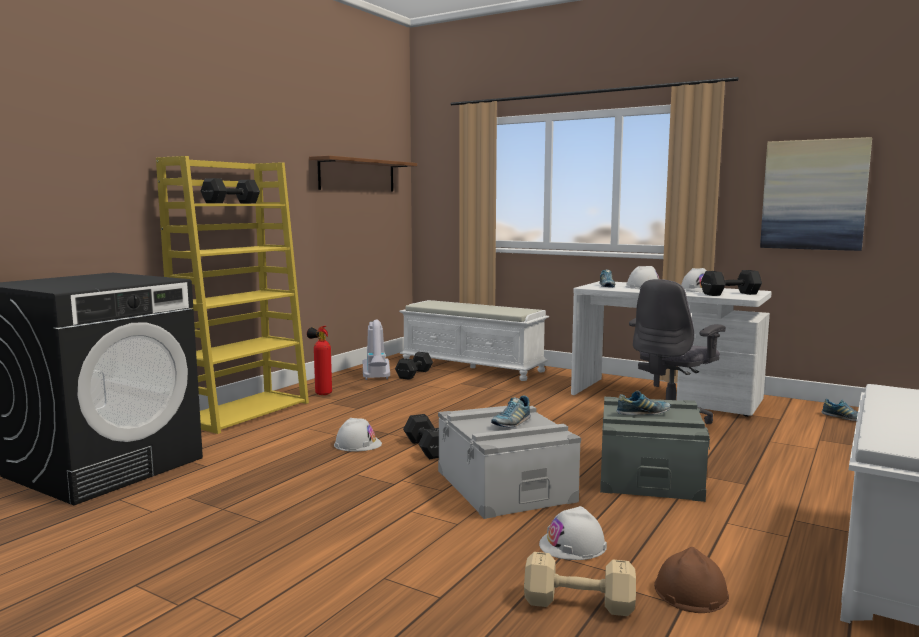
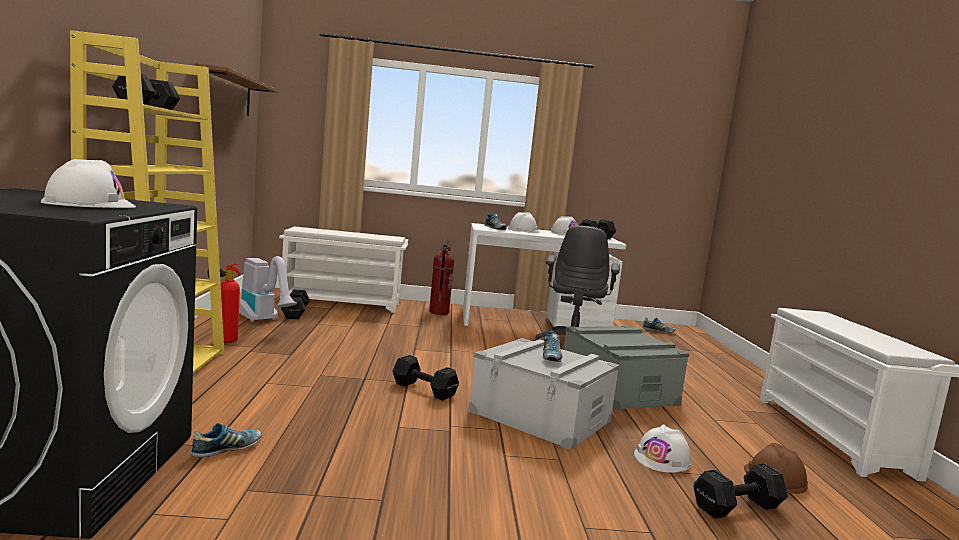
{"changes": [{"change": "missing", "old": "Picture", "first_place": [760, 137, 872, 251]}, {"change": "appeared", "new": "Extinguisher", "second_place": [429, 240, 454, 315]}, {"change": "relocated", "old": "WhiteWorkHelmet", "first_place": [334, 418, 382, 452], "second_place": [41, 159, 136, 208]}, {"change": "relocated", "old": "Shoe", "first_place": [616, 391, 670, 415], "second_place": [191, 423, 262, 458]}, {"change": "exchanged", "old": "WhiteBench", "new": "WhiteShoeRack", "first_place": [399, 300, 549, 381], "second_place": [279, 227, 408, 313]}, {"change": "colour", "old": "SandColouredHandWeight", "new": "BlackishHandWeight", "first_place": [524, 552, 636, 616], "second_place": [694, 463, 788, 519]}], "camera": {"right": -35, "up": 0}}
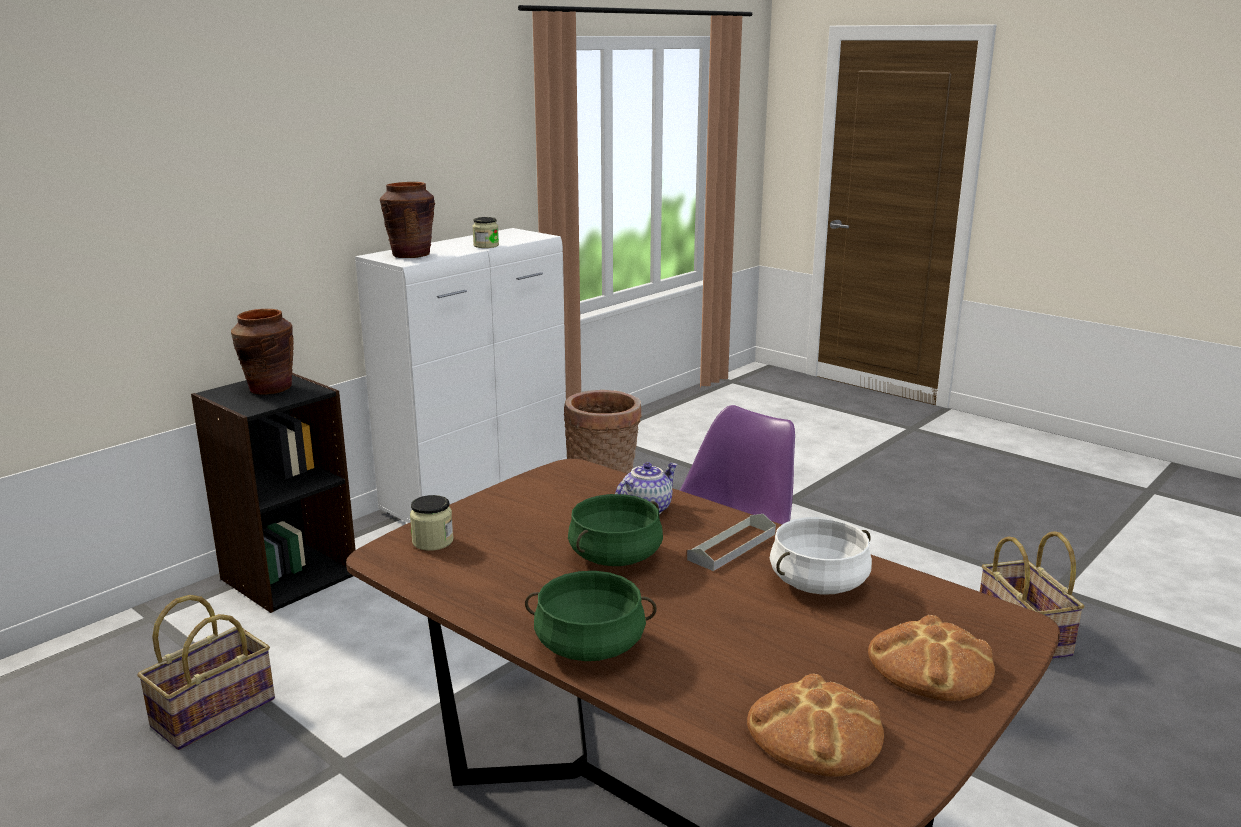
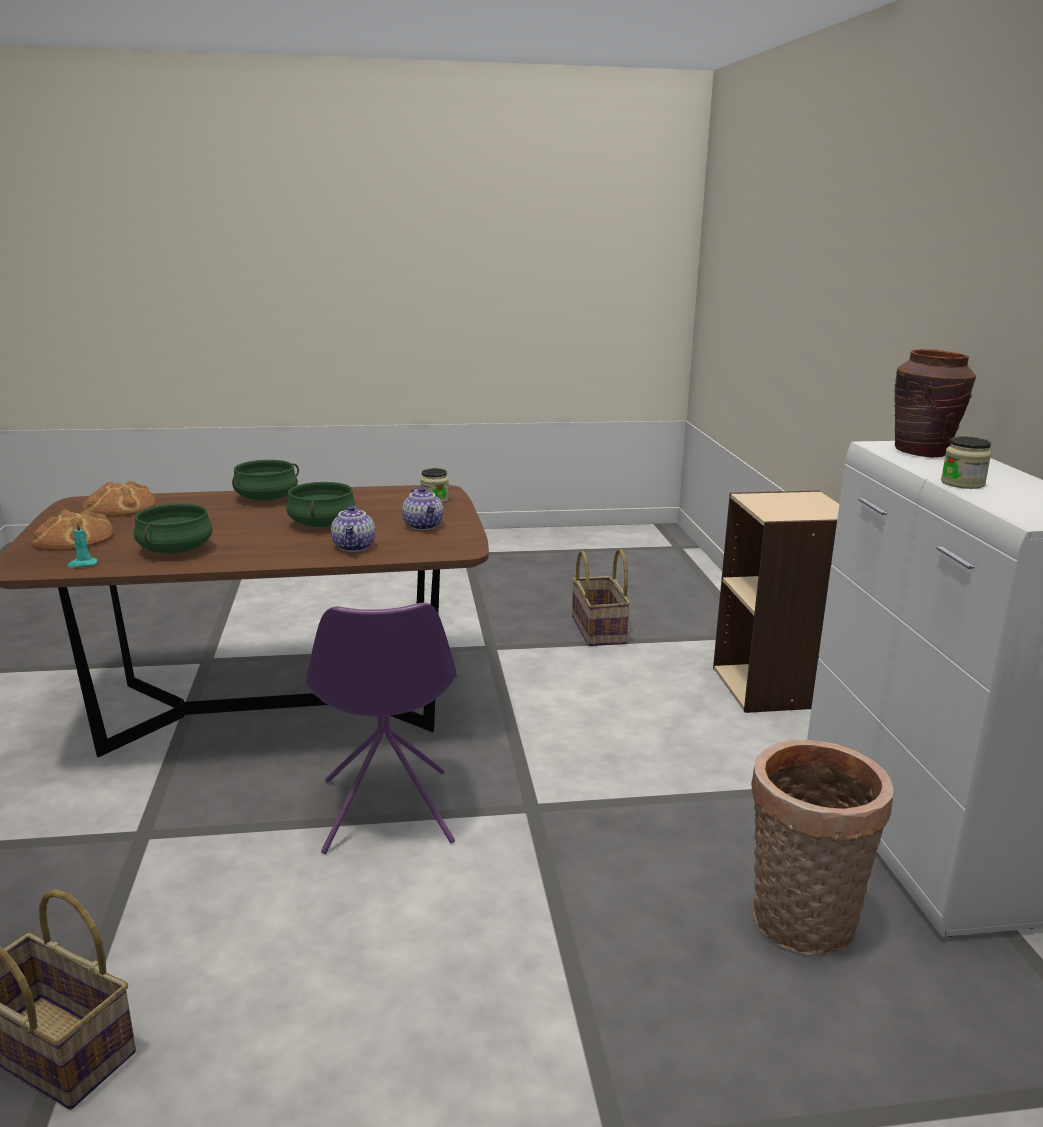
{"changes": [{"change": "missing", "old": "BrownishDecorativeVase", "first_place": [231, 309, 294, 395]}, {"change": "missing", "old": "GreyishTray", "first_place": [687, 514, 776, 571]}, {"change": "appeared", "new": "BlueGreenWaxLight", "second_place": [67, 521, 97, 568]}, {"change": "appeared", "new": "TeaPot", "second_place": [402, 487, 443, 530]}, {"change": "colour", "old": "BlackishShelvingUnit", "new": "SandColouredShelvingUnit", "first_place": [191, 373, 356, 613], "second_place": [713, 490, 839, 713]}, {"change": "colour", "old": "WhiteStockpot", "new": "GreenishStockpot", "first_place": [770, 517, 872, 595], "second_place": [134, 503, 212, 554]}], "camera": {"right": 130, "up": 0}}
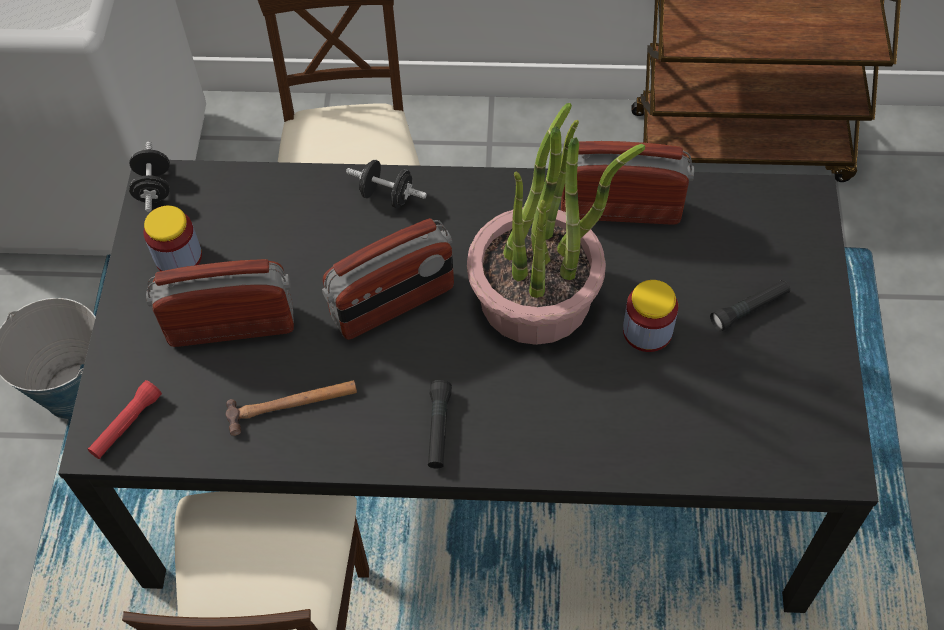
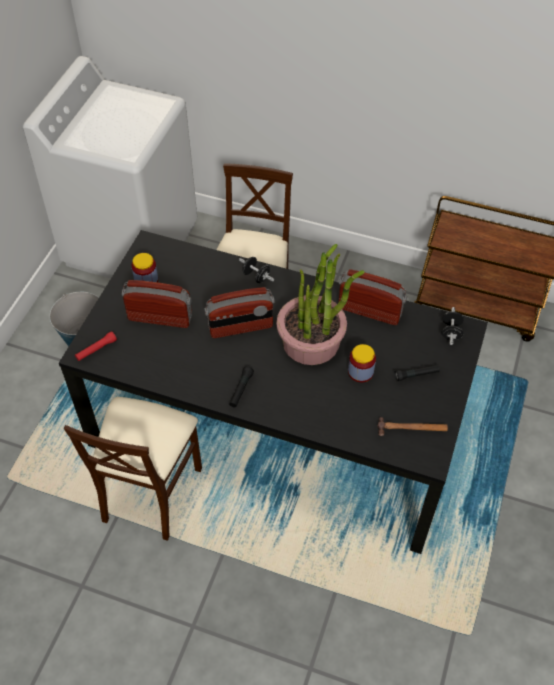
{"changes": [{"change": "relocated", "old": "BlackishHandWeight", "first_place": [129, 142, 170, 212], "second_place": [441, 307, 464, 345]}, {"change": "relocated", "old": "ToolHammer", "first_place": [226, 380, 357, 436], "second_place": [378, 417, 448, 436]}], "camera": {"right": 15, "up": -5}}
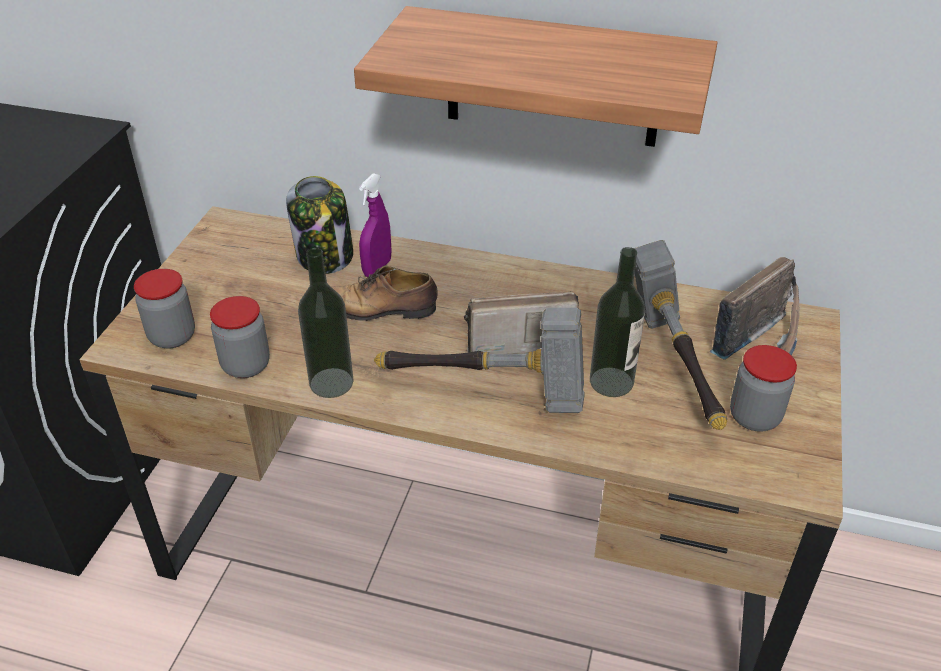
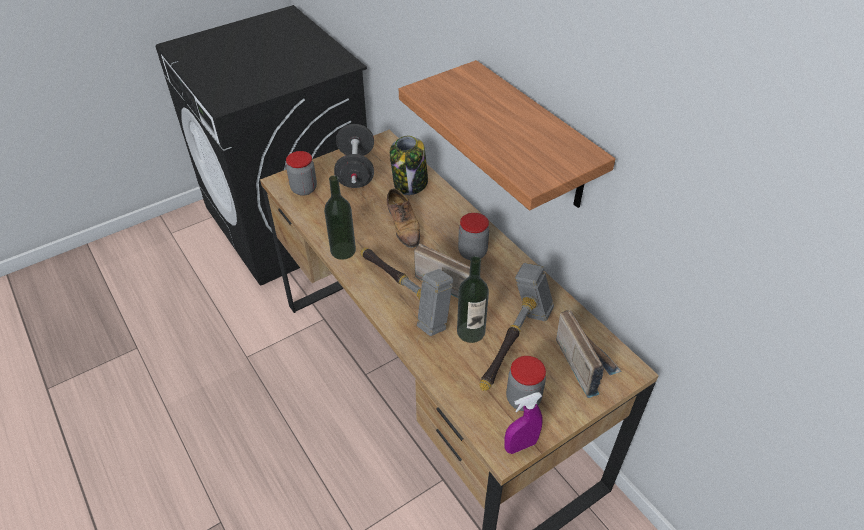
{"changes": [{"change": "appeared", "new": "BlackishHandWeight", "second_place": [334, 124, 374, 188]}, {"change": "relocated", "old": "Jar", "first_place": [210, 296, 270, 378], "second_place": [458, 213, 489, 260]}, {"change": "relocated", "old": "PurpleColouredSprayer", "first_place": [359, 173, 392, 277], "second_place": [504, 392, 543, 454]}, {"change": "spun", "old": "Shoe", "first_place": [332, 265, 438, 321], "second_place": [387, 188, 420, 248], "degrees": -150}, {"change": "spun", "old": "RadioReceiver", "first_place": [710, 257, 799, 360], "second_place": [556, 309, 621, 398], "degrees": -105}], "camera": {"right": 40, "up": 5}}
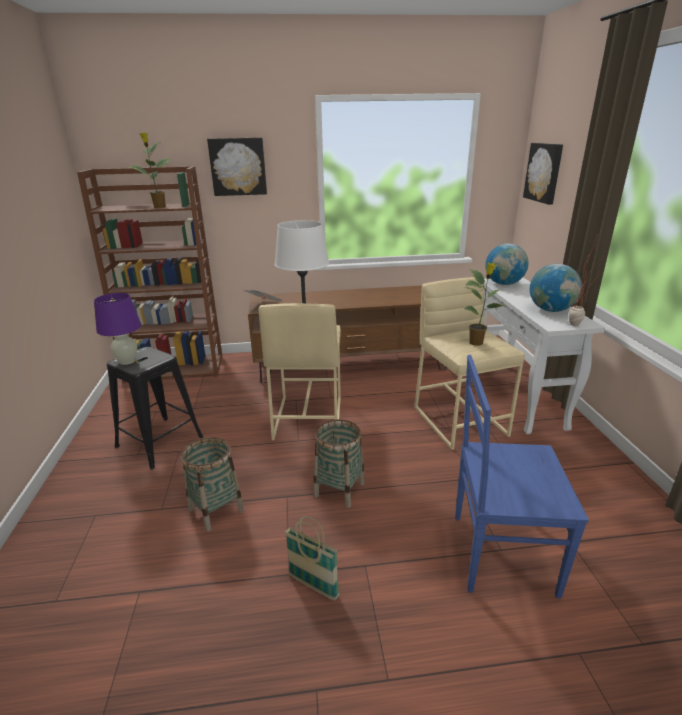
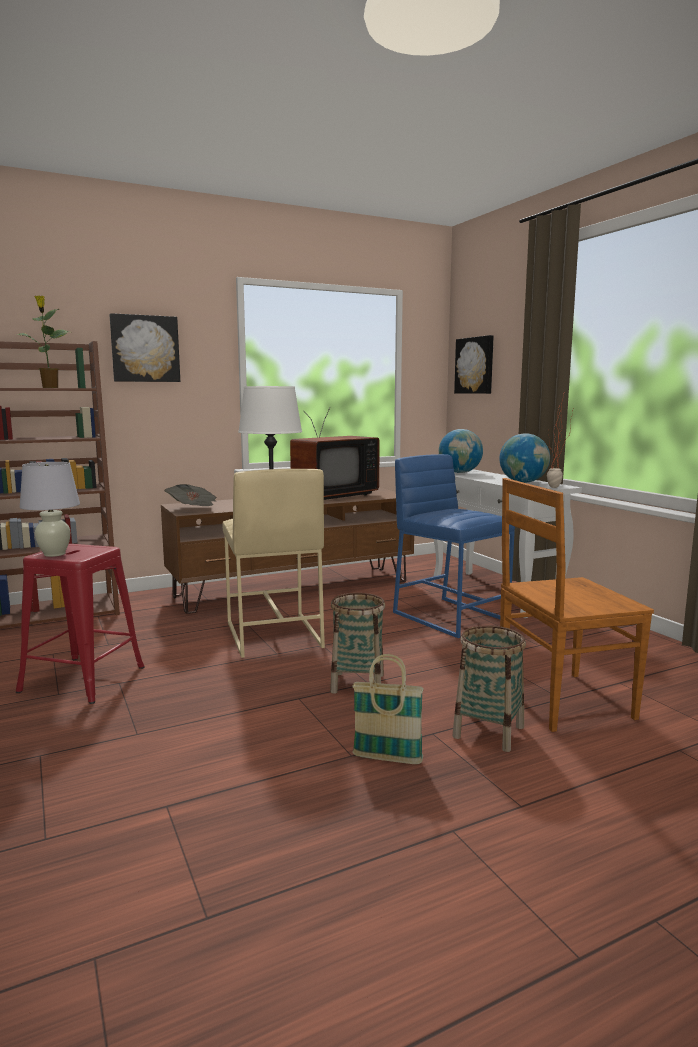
{"changes": [{"change": "missing", "old": "Houseplant", "first_place": [463, 263, 506, 346]}, {"change": "appeared", "new": "Television", "second_place": [290, 408, 380, 500]}, {"change": "relocated", "old": "Basket", "first_place": [181, 437, 244, 532], "second_place": [452, 625, 526, 752]}, {"change": "colour", "old": "PurpleColouredTabletopLamp", "new": "WhiteTabletopLamp", "first_place": [94, 293, 141, 365], "second_place": [20, 462, 80, 557]}, {"change": "colour", "old": "BlackishStool", "new": "RedColouredStool", "first_place": [107, 347, 204, 470], "second_place": [16, 544, 145, 704]}, {"change": "colour", "old": "SandColouredStool", "new": "BlueColouredStool", "first_place": [414, 277, 525, 450], "second_place": [393, 454, 515, 638]}, {"change": "colour", "old": "BlueColouredPlainChair", "new": "BrownishPlainChair", "first_place": [455, 355, 589, 599], "second_place": [500, 478, 654, 732]}], "camera": {"right": -20, "up": -15}}
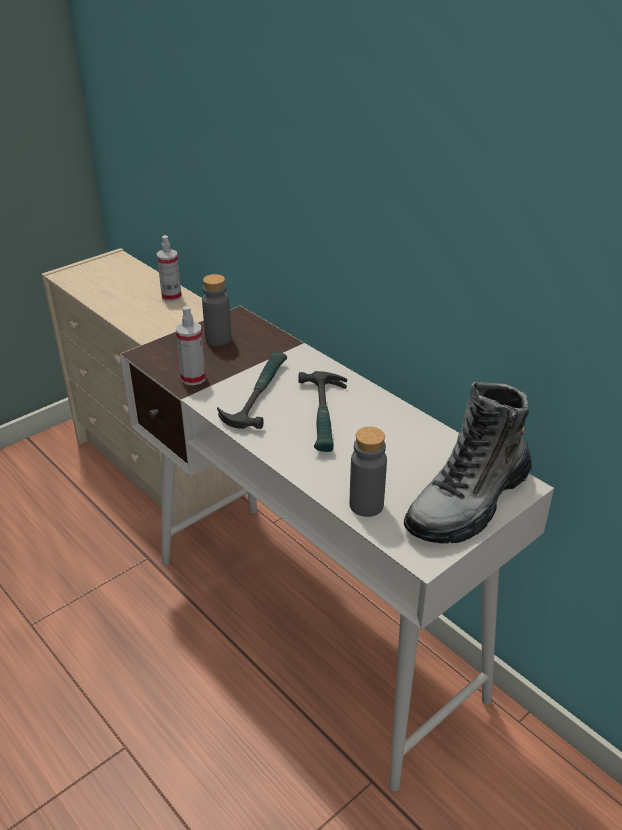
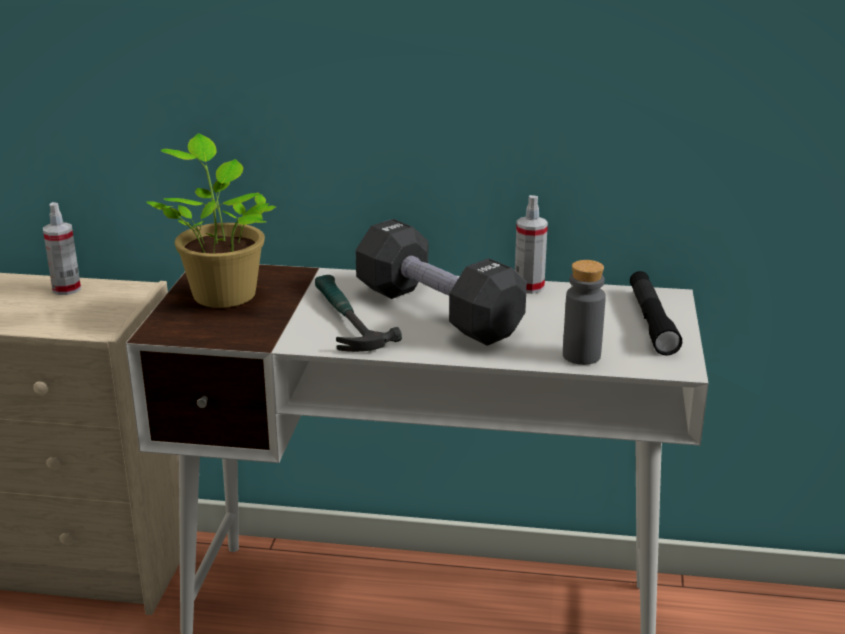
{"changes": [{"change": "relocated", "old": "Sprayer", "first_place": [176, 306, 206, 386], "second_place": [515, 195, 548, 294]}, {"change": "exchanged", "old": "GreyishDrinkBottle", "new": "Houseplant", "first_place": [202, 274, 231, 346], "second_place": [146, 134, 276, 308]}, {"change": "exchanged", "old": "ToolHammer", "new": "BlackishHandWeight", "first_place": [298, 371, 347, 452], "second_place": [356, 219, 527, 346]}, {"change": "exchanged", "old": "TallBoot", "new": "BlackishTorch", "first_place": [404, 382, 532, 544], "second_place": [630, 271, 682, 356]}], "camera": {"right": -40, "up": -10}}
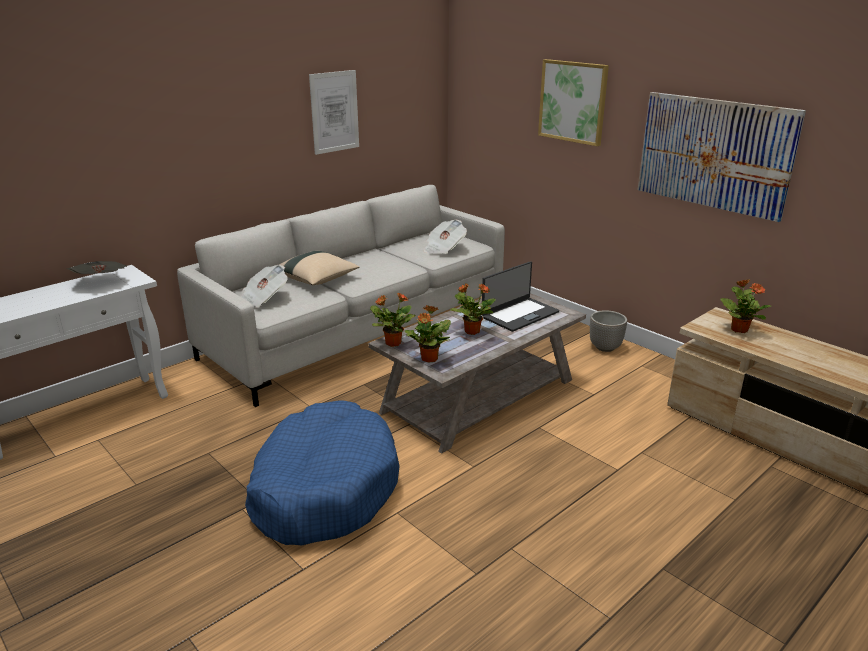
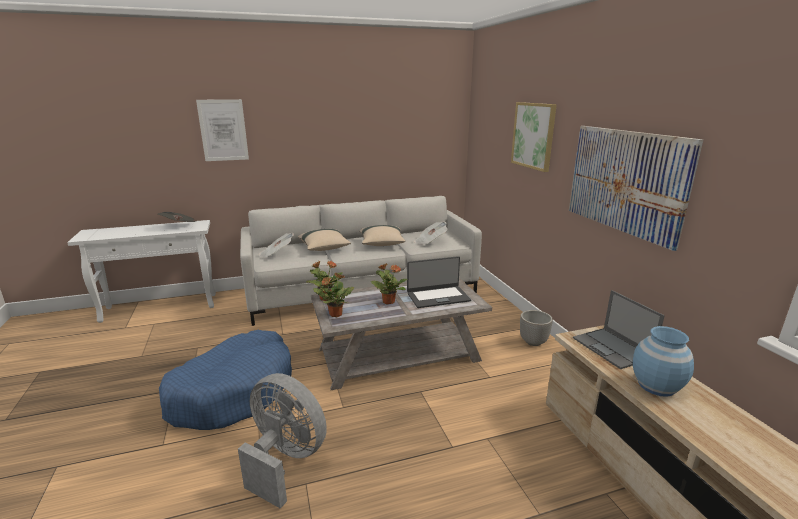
{"changes": [{"change": "appeared", "new": "GreyishCoolingFan", "second_place": [238, 373, 327, 509]}, {"change": "appeared", "new": "SandColouredThrowPillow", "second_place": [359, 225, 406, 246]}, {"change": "appeared", "new": "BlueColouredDecorativeVase", "second_place": [633, 326, 694, 397]}, {"change": "relocated", "old": "Picture", "first_place": [309, 70, 359, 155], "second_place": [196, 99, 249, 161]}, {"change": "exchanged", "old": "Houseplant", "new": "Laptop", "first_place": [720, 279, 771, 333], "second_place": [573, 290, 665, 369]}], "camera": {"right": 25, "up": -5}}
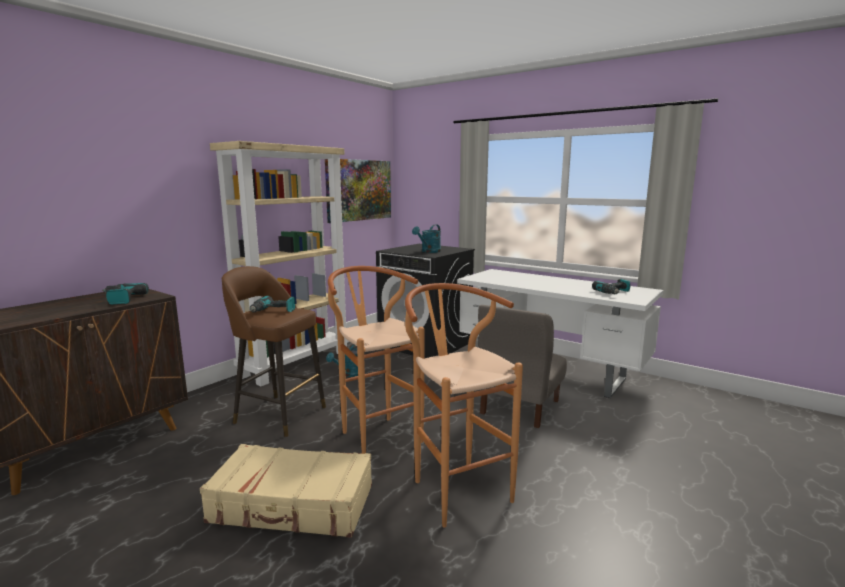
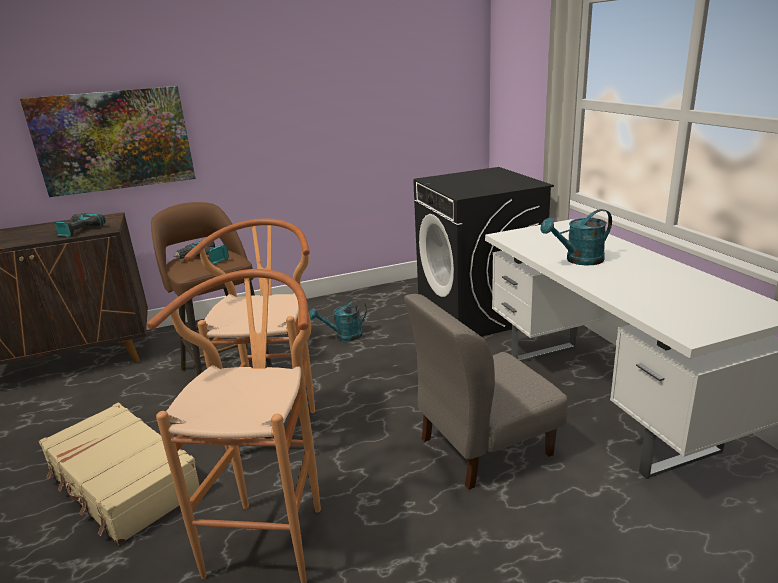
{"changes": [{"change": "missing", "old": "SandColouredShelvingUnit", "first_place": [210, 141, 349, 386]}, {"change": "missing", "old": "ElectricDrill", "first_place": [592, 279, 631, 294]}, {"change": "relocated", "old": "Picture", "first_place": [325, 159, 391, 223], "second_place": [20, 86, 196, 197]}, {"change": "relocated", "old": "BlueGreenWateringPot", "first_place": [412, 224, 441, 253], "second_place": [540, 209, 612, 266]}], "camera": {"right": 35, "up": 10}}
